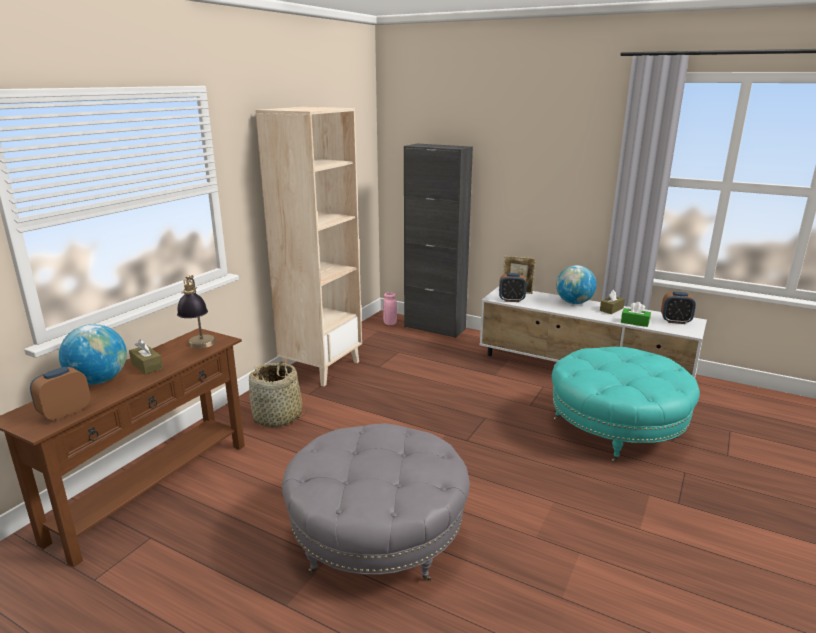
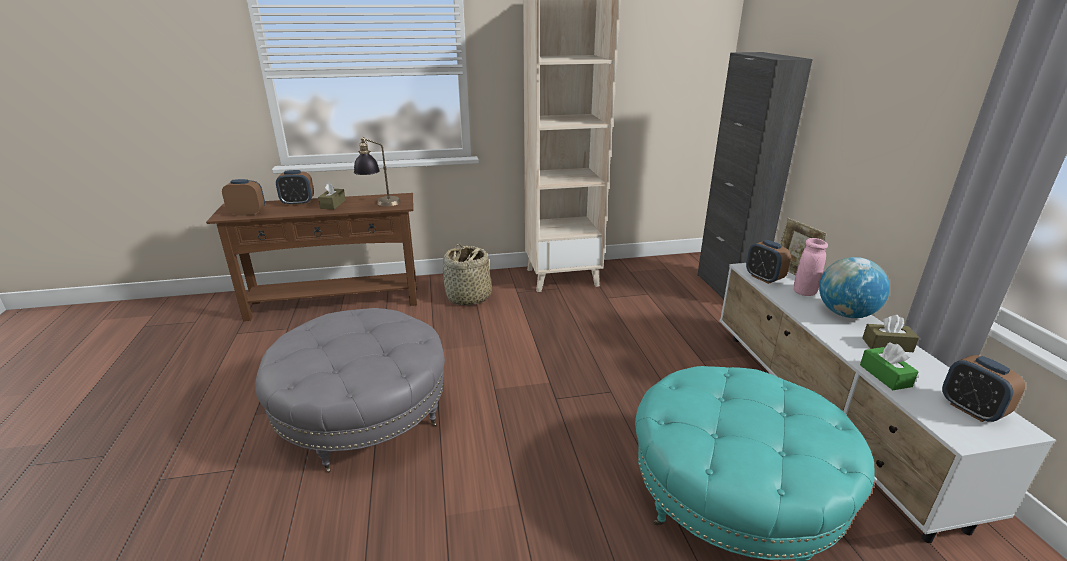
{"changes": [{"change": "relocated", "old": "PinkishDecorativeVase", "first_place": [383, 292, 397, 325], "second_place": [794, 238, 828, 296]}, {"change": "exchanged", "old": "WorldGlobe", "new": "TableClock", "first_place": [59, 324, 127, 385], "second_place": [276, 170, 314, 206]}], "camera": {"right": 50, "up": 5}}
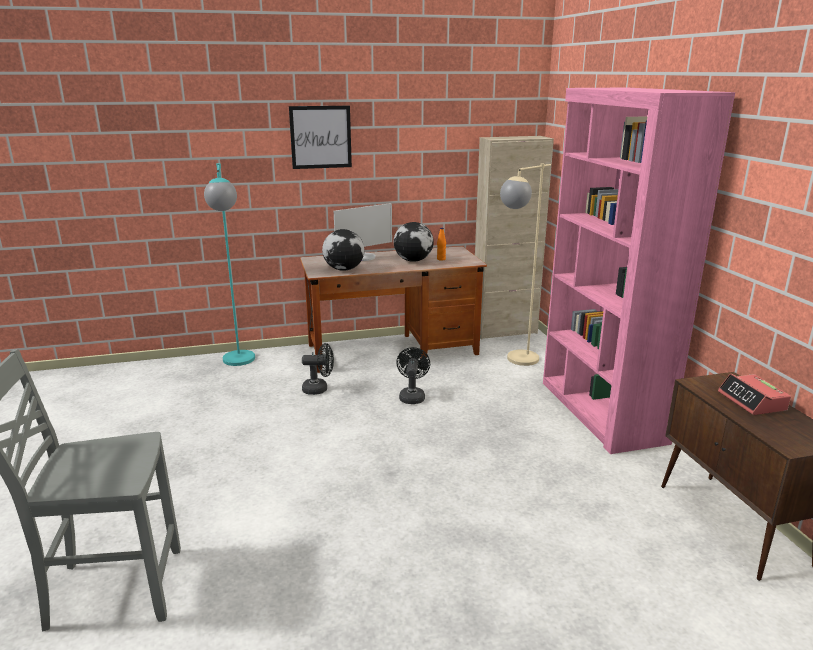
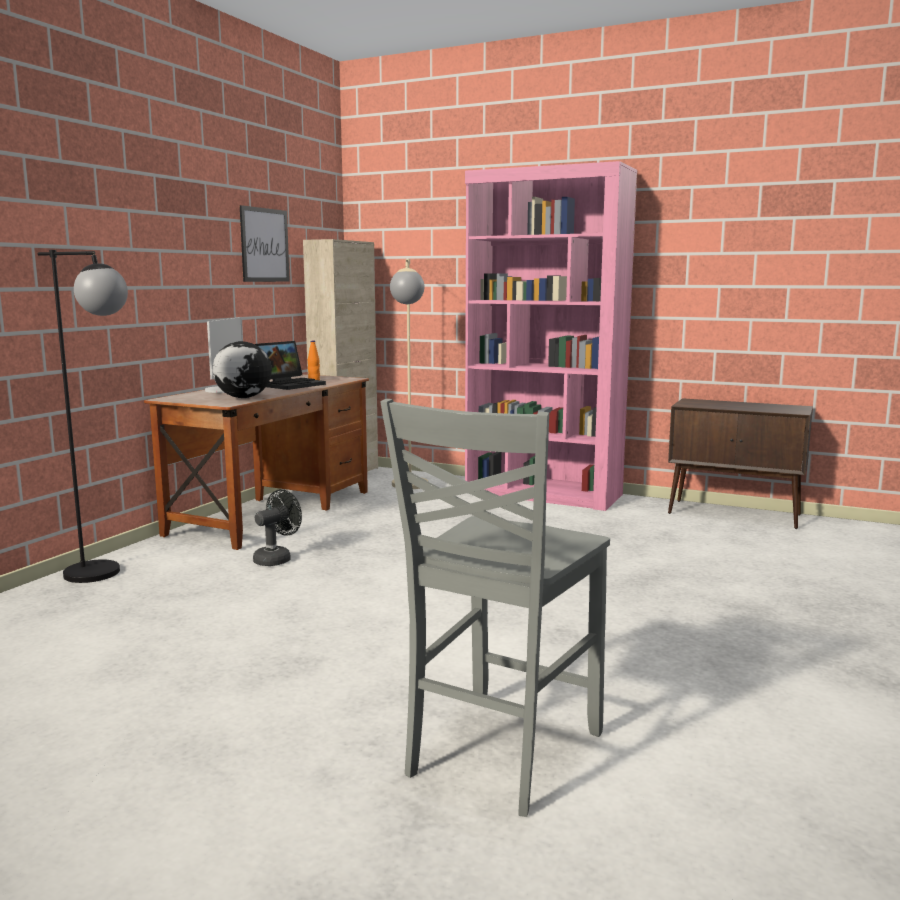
{"changes": [{"change": "missing", "old": "BlackishCoolingFan", "first_place": [396, 347, 430, 404]}, {"change": "missing", "old": "TableClock", "first_place": [718, 374, 791, 415]}, {"change": "relocated", "old": "Picture", "first_place": [289, 106, 352, 169], "second_place": [240, 205, 290, 282]}, {"change": "exchanged", "old": "WorldGlobe", "new": "Laptop", "first_place": [394, 222, 434, 262], "second_place": [255, 341, 326, 390]}, {"change": "colour", "old": "BlueGreenFloorLamp", "new": "BlackishFloorLamp", "first_place": [204, 163, 255, 366], "second_place": [38, 250, 128, 583]}], "camera": {"right": -50, "up": -10}}
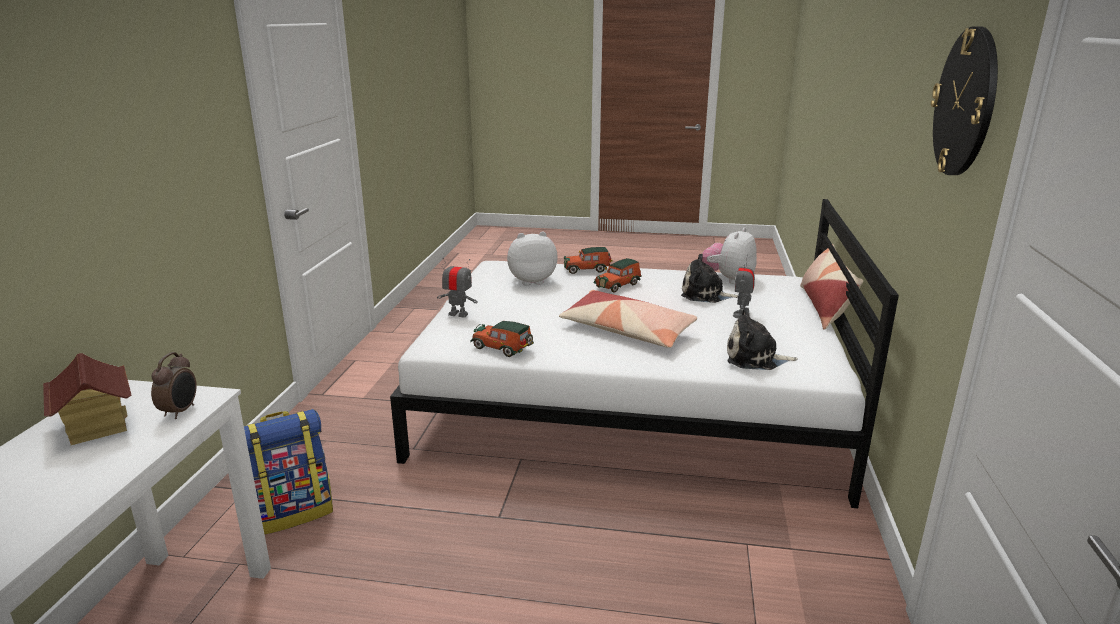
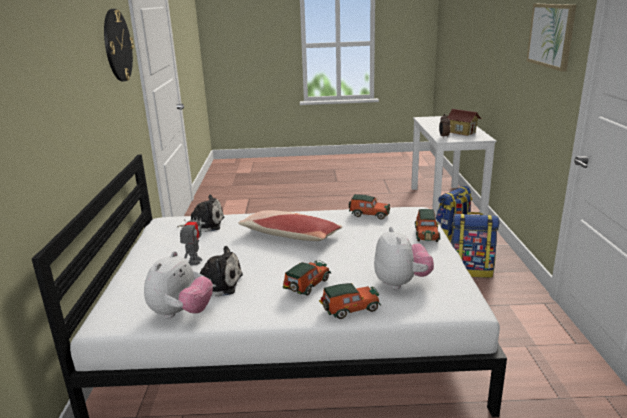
{"changes": [{"change": "missing", "old": "ThrowPillow", "first_place": [800, 244, 863, 330]}, {"change": "appeared", "new": "Knapsack", "second_place": [451, 212, 499, 278]}, {"change": "appeared", "new": "Picture", "second_place": [527, 4, 576, 72]}, {"change": "exchanged", "old": "ModelRobot", "new": "MiniatureCar", "first_place": [437, 258, 478, 317], "second_place": [415, 209, 440, 242]}, {"change": "spun", "old": "CuddlyToy", "first_place": [507, 231, 558, 285], "second_place": [374, 227, 434, 290], "degrees": -75}], "camera": {"right": 170, "up": 0}}
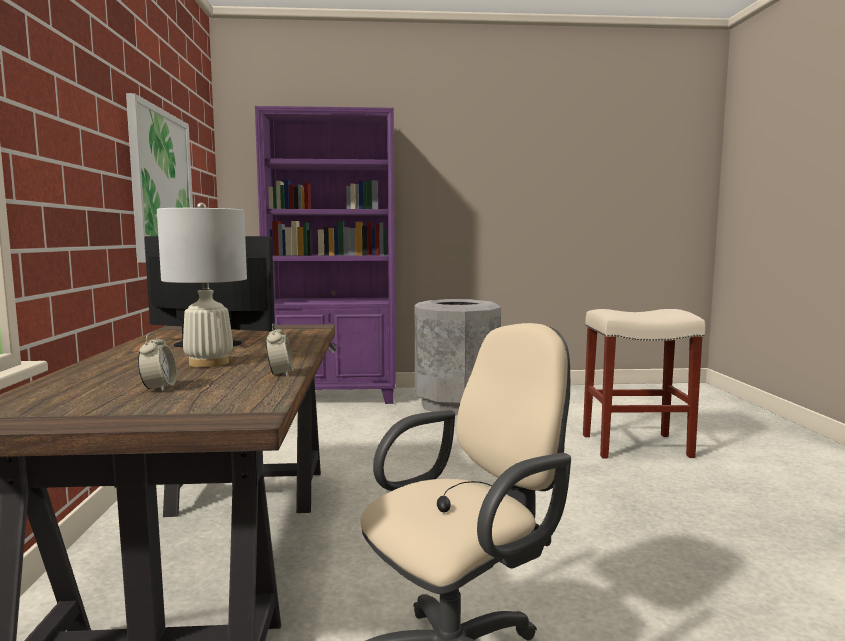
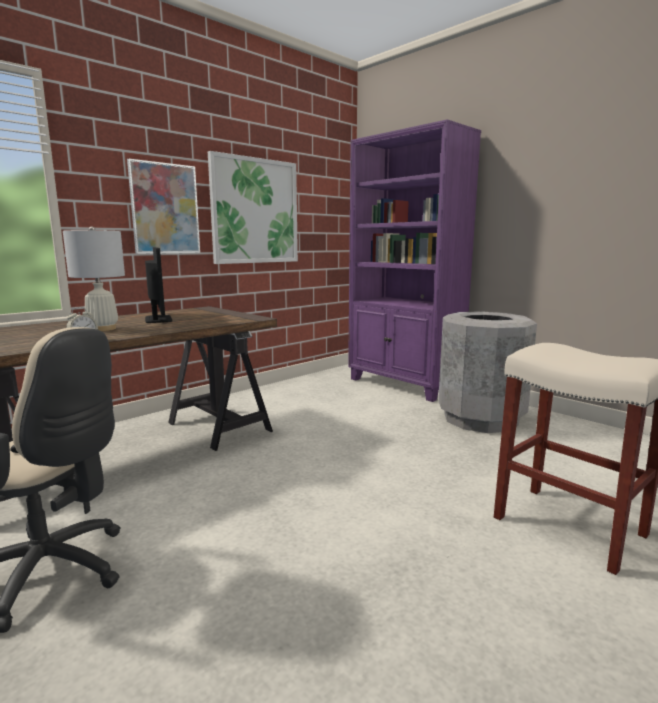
{"changes": [{"change": "missing", "old": "TableClock", "first_place": [138, 332, 177, 392]}, {"change": "appeared", "new": "Picture", "second_place": [127, 159, 200, 254]}], "camera": {"right": 50, "up": 5}}
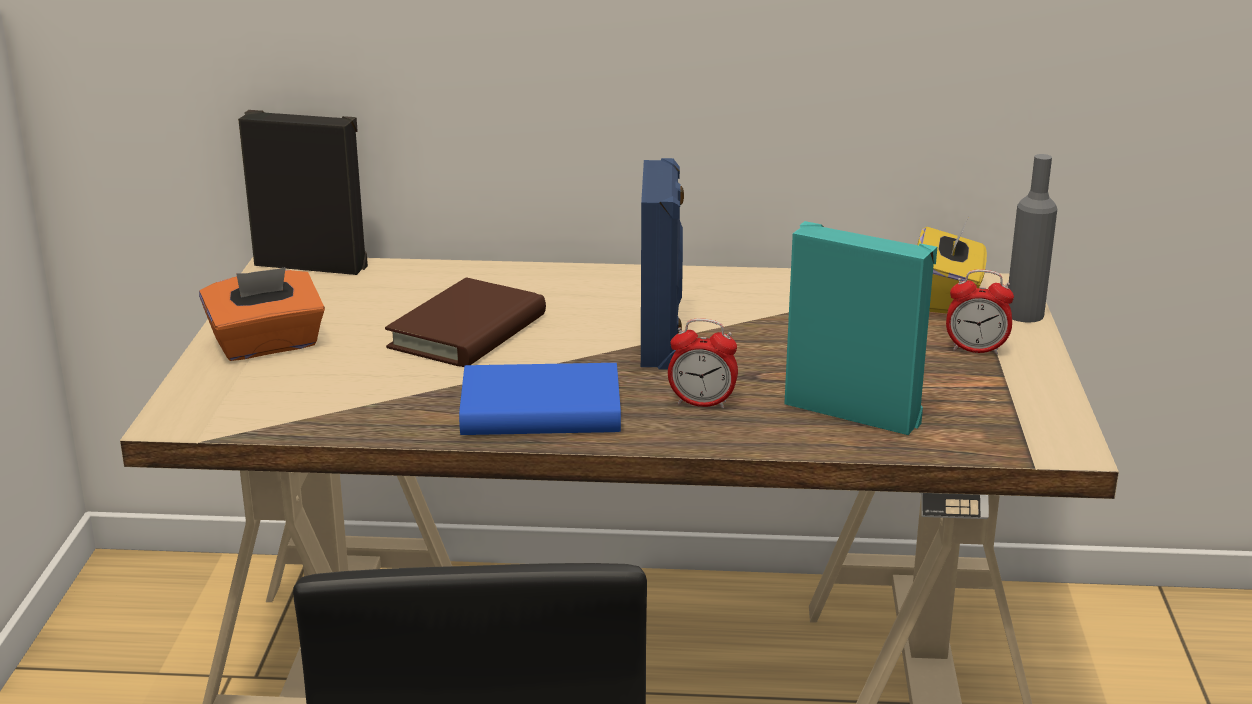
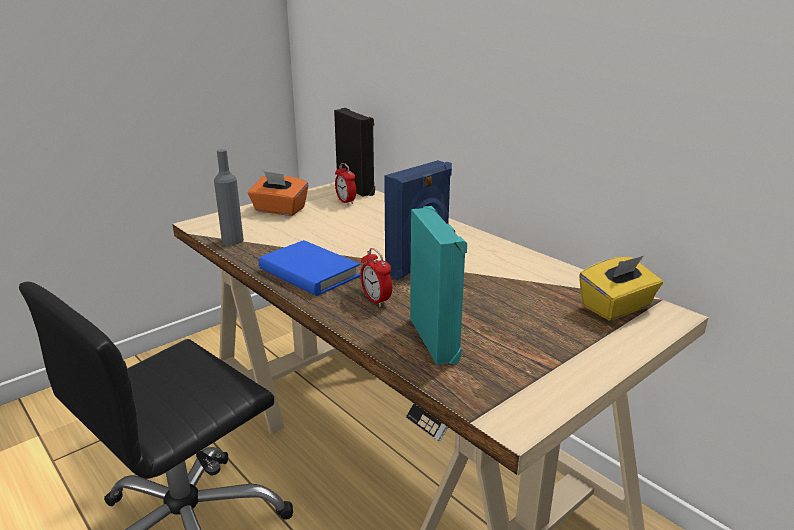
{"changes": [{"change": "missing", "old": "BrownishBoundBook", "first_place": [385, 278, 546, 367]}, {"change": "relocated", "old": "TableClock", "first_place": [946, 269, 1014, 355], "second_place": [335, 163, 356, 205]}, {"change": "relocated", "old": "GreyishDrinkBottle", "first_place": [1008, 154, 1057, 323], "second_place": [214, 149, 244, 245]}], "camera": {"right": 45, "up": 0}}
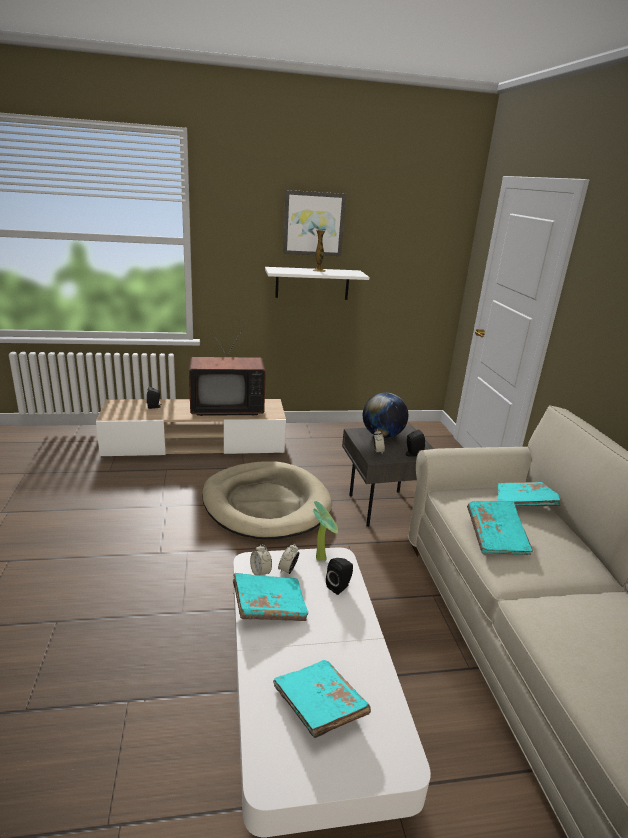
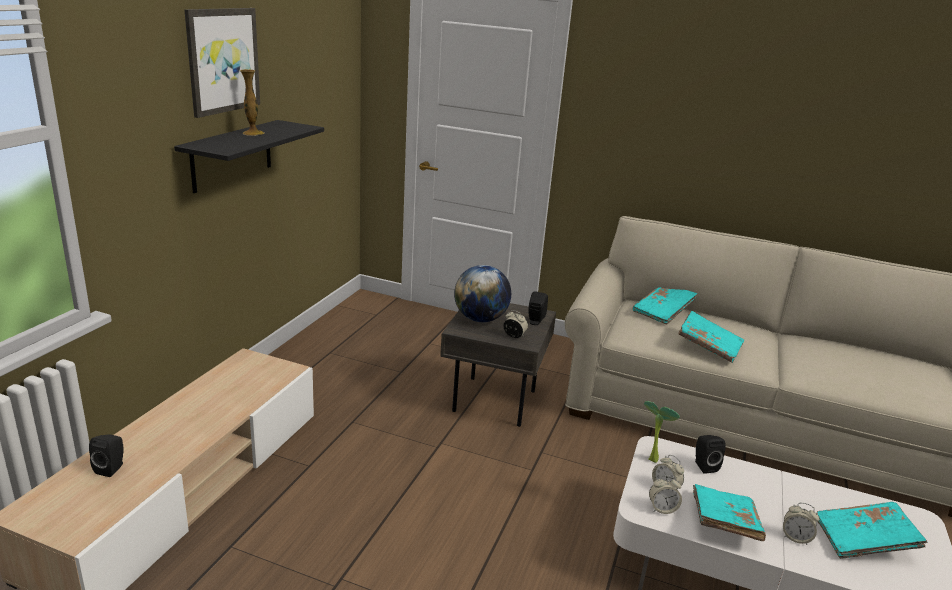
{"changes": [{"change": "missing", "old": "Television", "first_place": [189, 331, 266, 416]}, {"change": "missing", "old": "SandColouredDogBed", "first_place": [202, 461, 332, 540]}, {"change": "appeared", "new": "TableClock", "second_place": [783, 503, 819, 545]}, {"change": "colour", "old": "WhiteBracketShelf", "new": "BlackishBracketShelf", "first_place": [265, 267, 369, 300], "second_place": [174, 120, 324, 193]}], "camera": {"right": -60, "up": 0}}
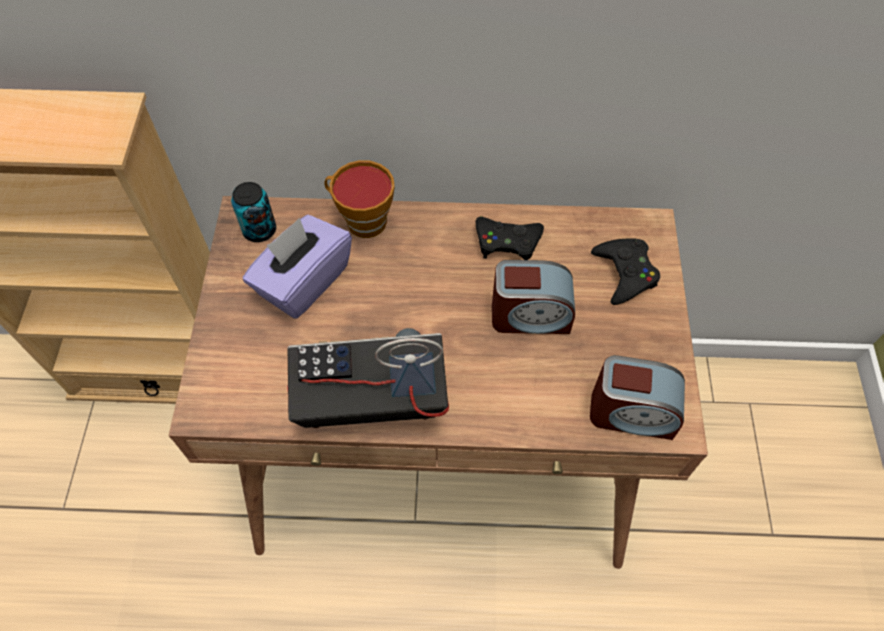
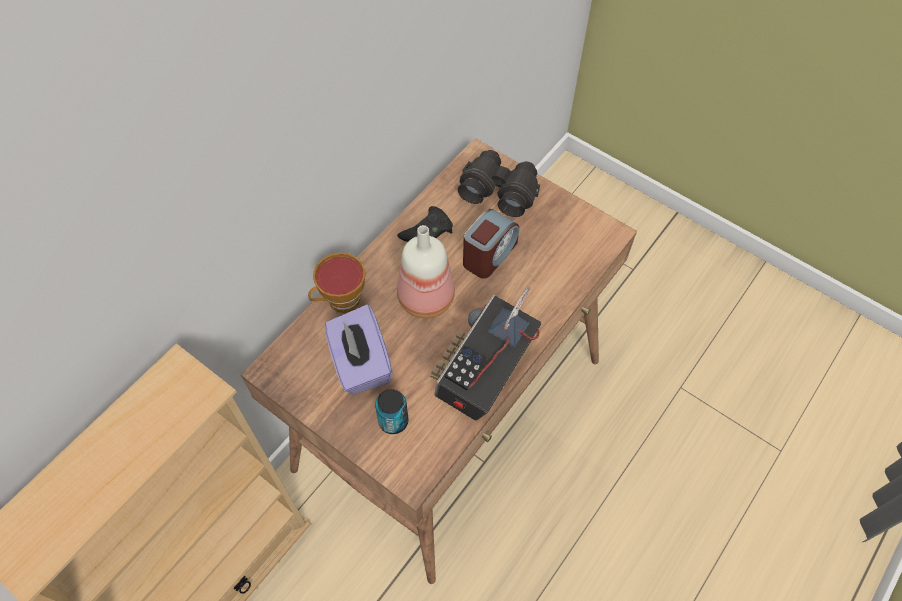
{"changes": [{"change": "missing", "old": "TableClock", "first_place": [590, 355, 685, 440]}, {"change": "appeared", "new": "DrinkBottle", "second_place": [397, 225, 455, 318]}, {"change": "relocated", "old": "Can", "first_place": [231, 182, 276, 242], "second_place": [375, 389, 408, 434]}, {"change": "exchanged", "old": "BlackishGameController", "new": "BlackishFieldGlasses", "first_place": [591, 238, 660, 305], "second_place": [458, 150, 540, 217]}], "camera": {"right": -55, "up": 0}}
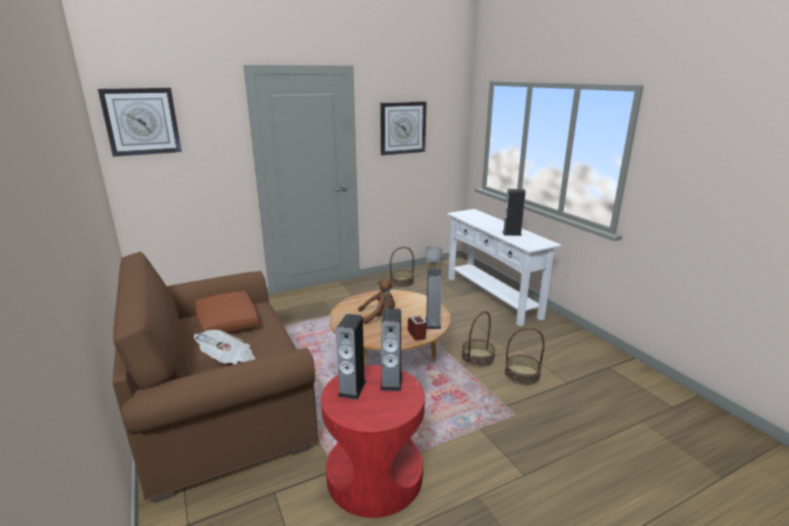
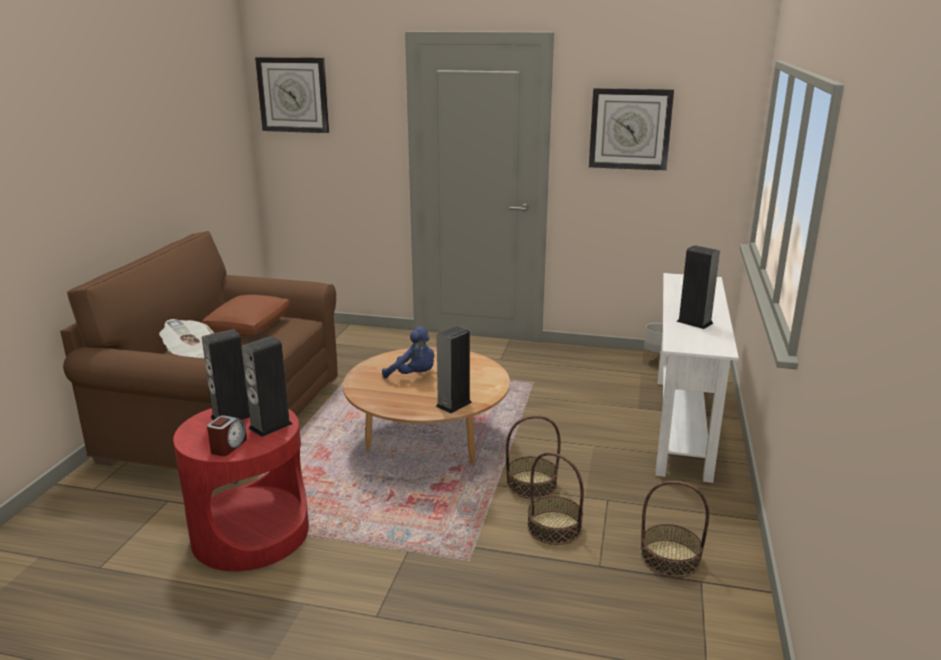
{"changes": [{"change": "relocated", "old": "Basket", "first_place": [390, 247, 414, 287], "second_place": [641, 481, 709, 578]}, {"change": "relocated", "old": "TableClock", "first_place": [408, 316, 426, 341], "second_place": [207, 415, 247, 456]}, {"change": "colour", "old": "BrownishCuddlyToy", "new": "BlueColouredCuddlyToy", "first_place": [358, 278, 395, 324], "second_place": [382, 326, 434, 378]}], "camera": {"right": 40, "up": 0}}
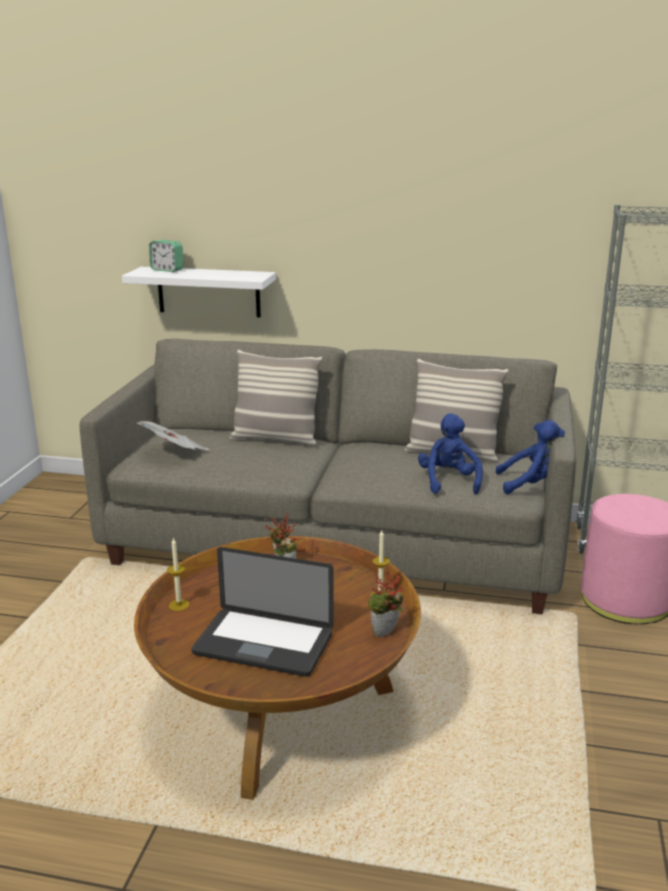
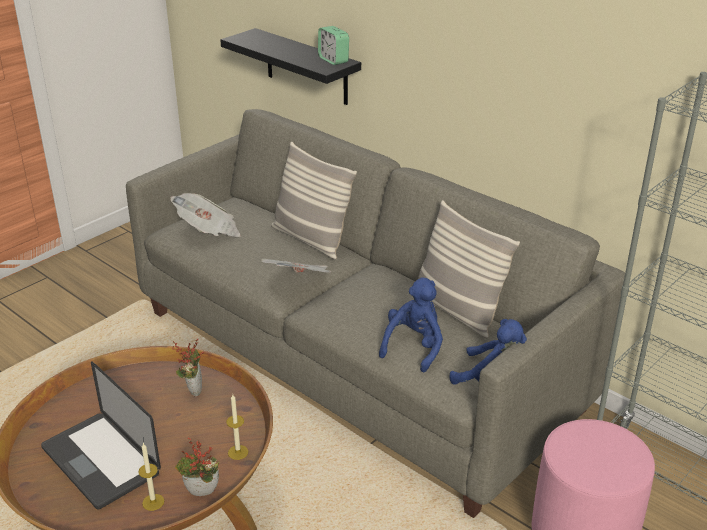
{"changes": [{"change": "appeared", "new": "DailyPaper", "second_place": [261, 259, 332, 273]}, {"change": "relocated", "old": "TableClock", "first_place": [149, 240, 183, 272], "second_place": [318, 26, 349, 65]}, {"change": "relocated", "old": "WaxLight", "first_place": [167, 538, 189, 611], "second_place": [138, 443, 164, 511]}, {"change": "colour", "old": "WhiteBracketShelf", "new": "BlackishBracketShelf", "first_place": [122, 267, 276, 317], "second_place": [220, 28, 361, 105]}], "camera": {"right": 30, "up": 10}}
